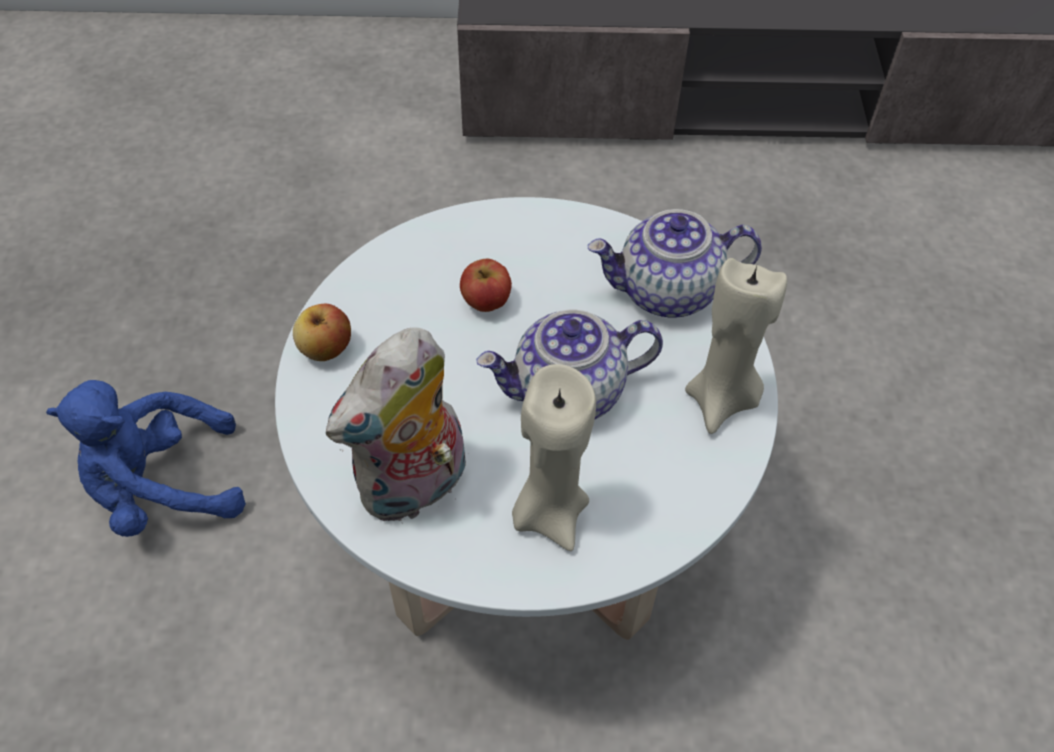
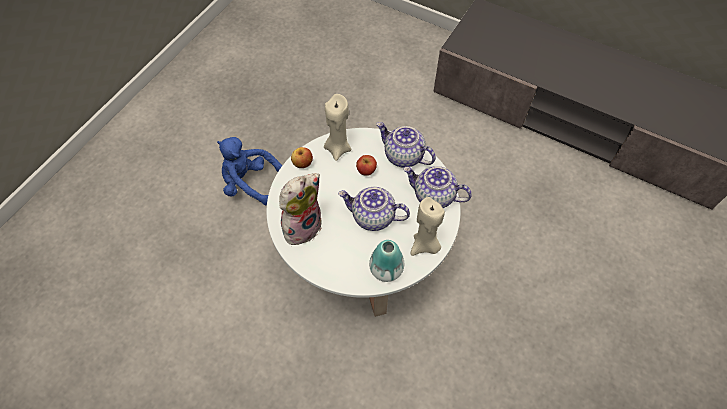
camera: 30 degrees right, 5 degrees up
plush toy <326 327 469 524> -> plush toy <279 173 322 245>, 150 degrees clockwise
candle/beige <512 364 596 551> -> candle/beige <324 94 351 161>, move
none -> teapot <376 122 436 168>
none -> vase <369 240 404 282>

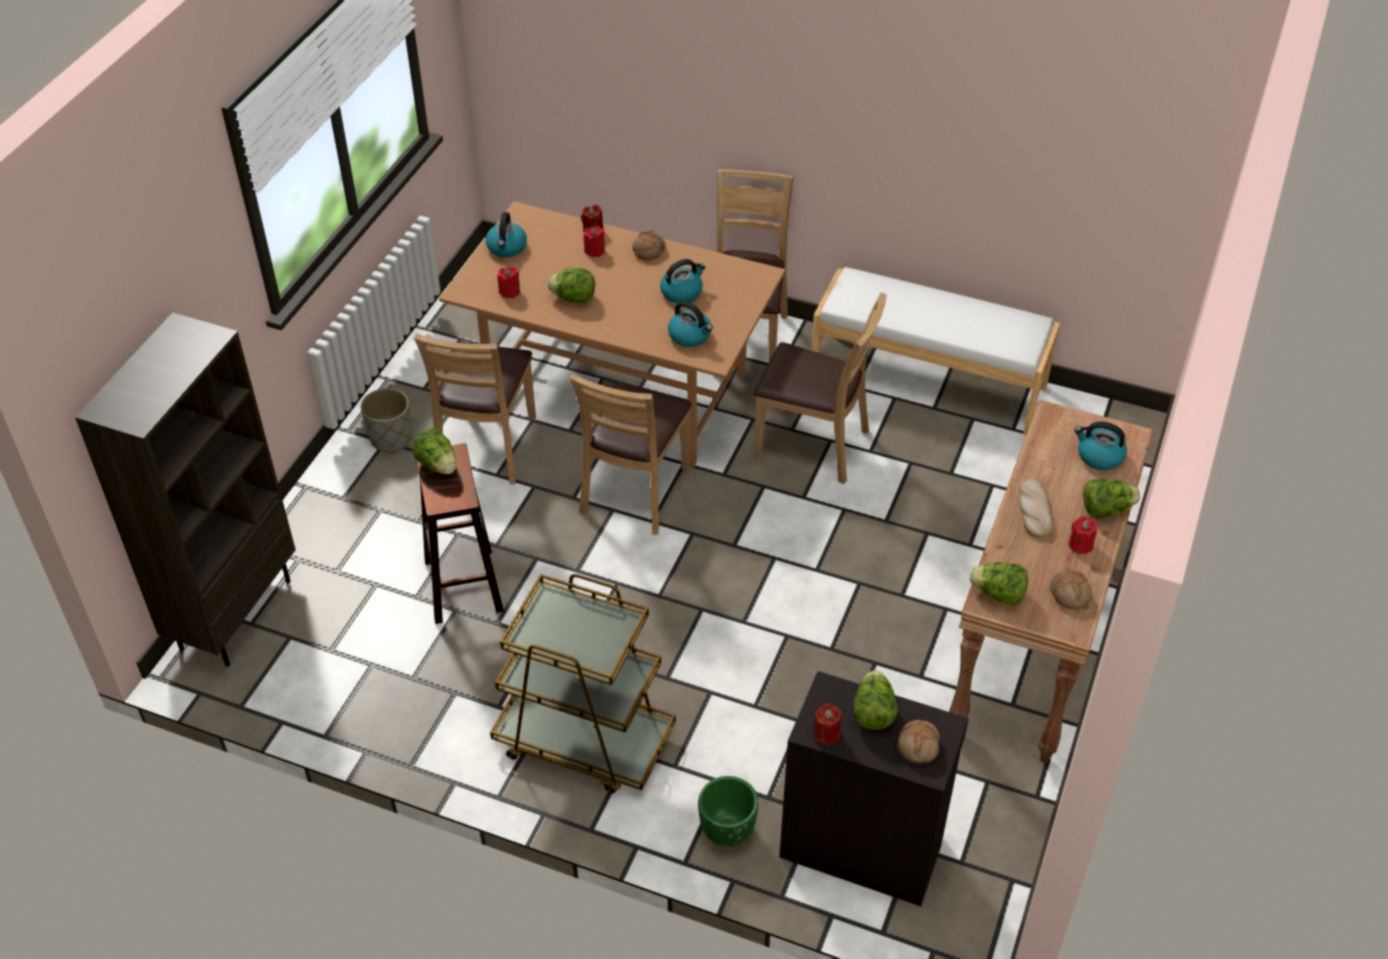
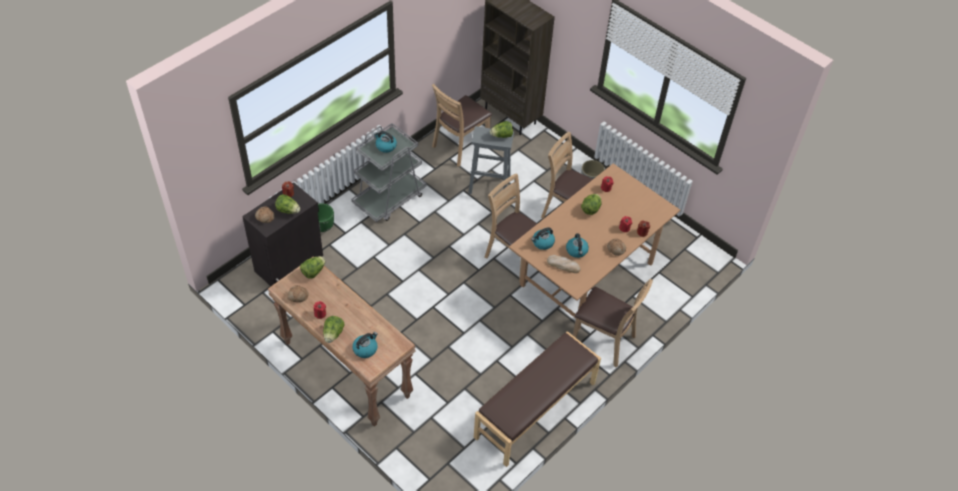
camera: 110 degrees right, 5 degrees up
kettle <486 212 527 257> -> kettle <374 131 397 153>, move
bench/white <811 267 1060 435> -> bench/brown <474 331 601 467>
chair/brown <753 293 886 484> -> chair/brown <432 84 492 167>, move
stool/brown <417 443 504 624> -> stool/grey <468 126 514 194>
bread <1019 479 1053 538> -> bread <547 255 581 273>, move
cart/brown <490 574 676 793> -> cart/grey <351 123 427 222>

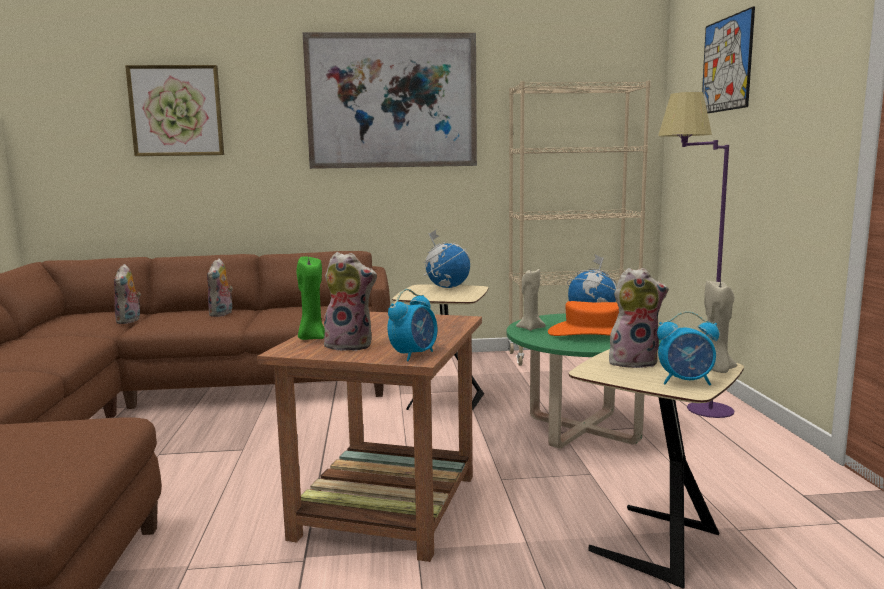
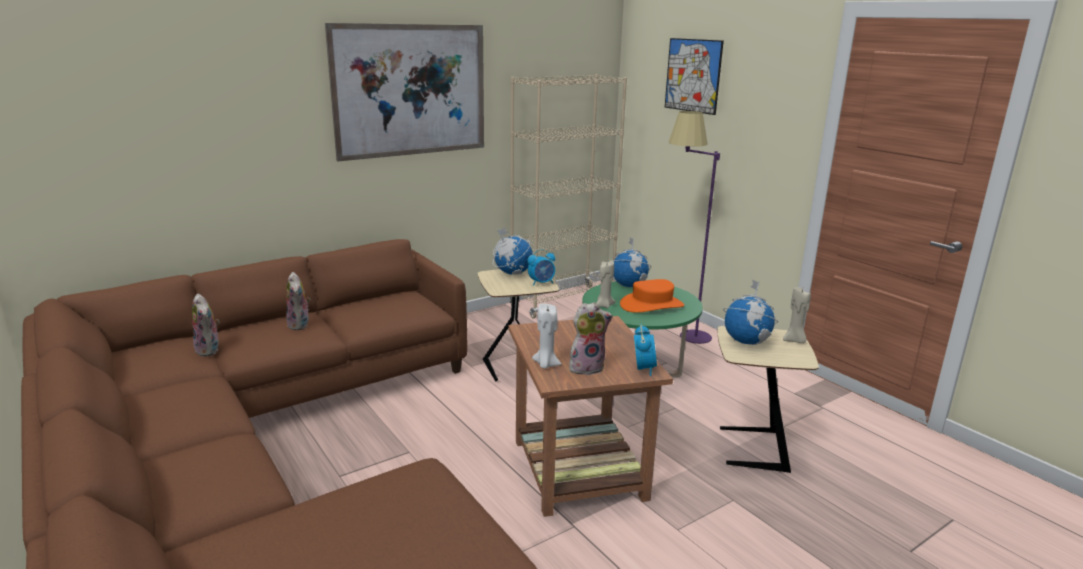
camera: 30 degrees left, 10 degrees up
picture <125 65 224 156> -> none
candle/green <297 256 325 340> -> candle/white <532 303 561 369>
plush toy <609 268 669 368> -> globe <723 280 778 345>
alarm clock <657 311 719 386> -> alarm clock <528 249 555 286>, move

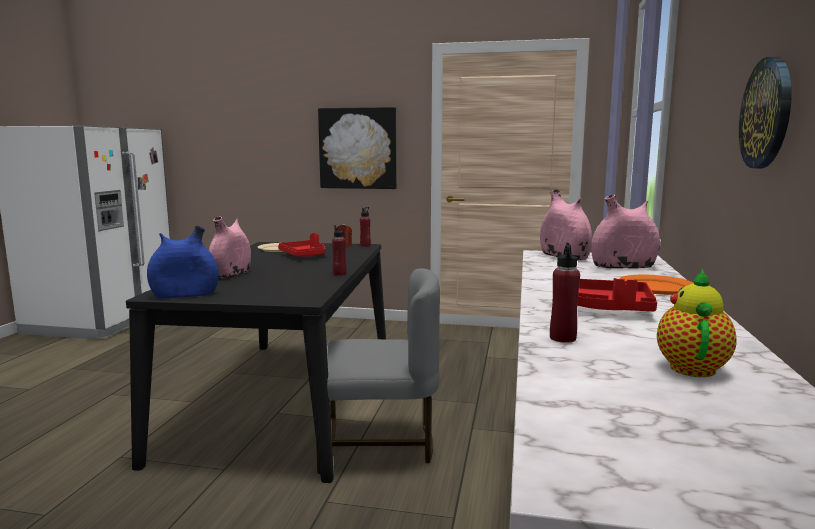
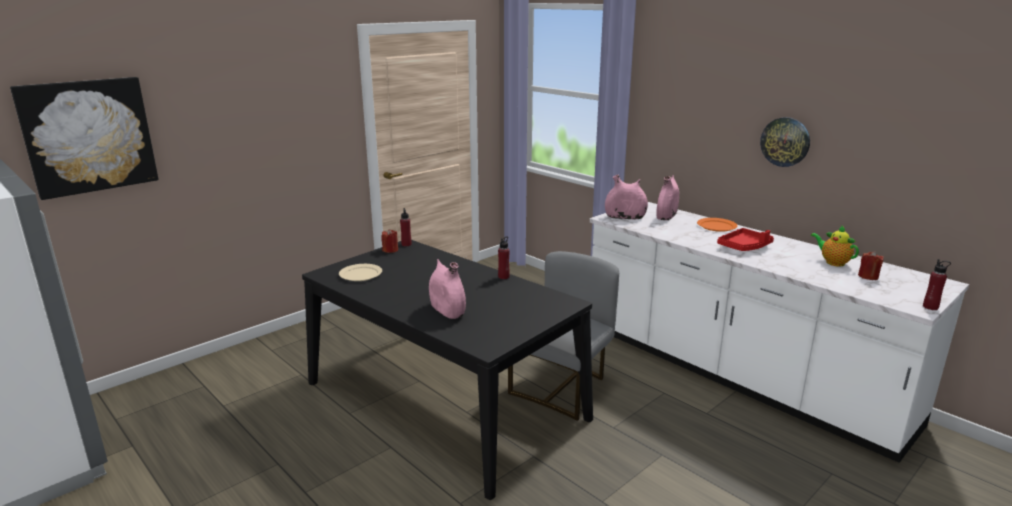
camera: 55 degrees left, 10 degrees up
picture <318 107 397 189> -> picture <10 77 159 200>, move
vase/blue <147 226 219 298> -> none
tray/red <278 233 325 257> -> none
bottle/red <550 243 580 343> -> bottle/red <923 259 951 310>, move
none -> candle/red <858 251 884 280>

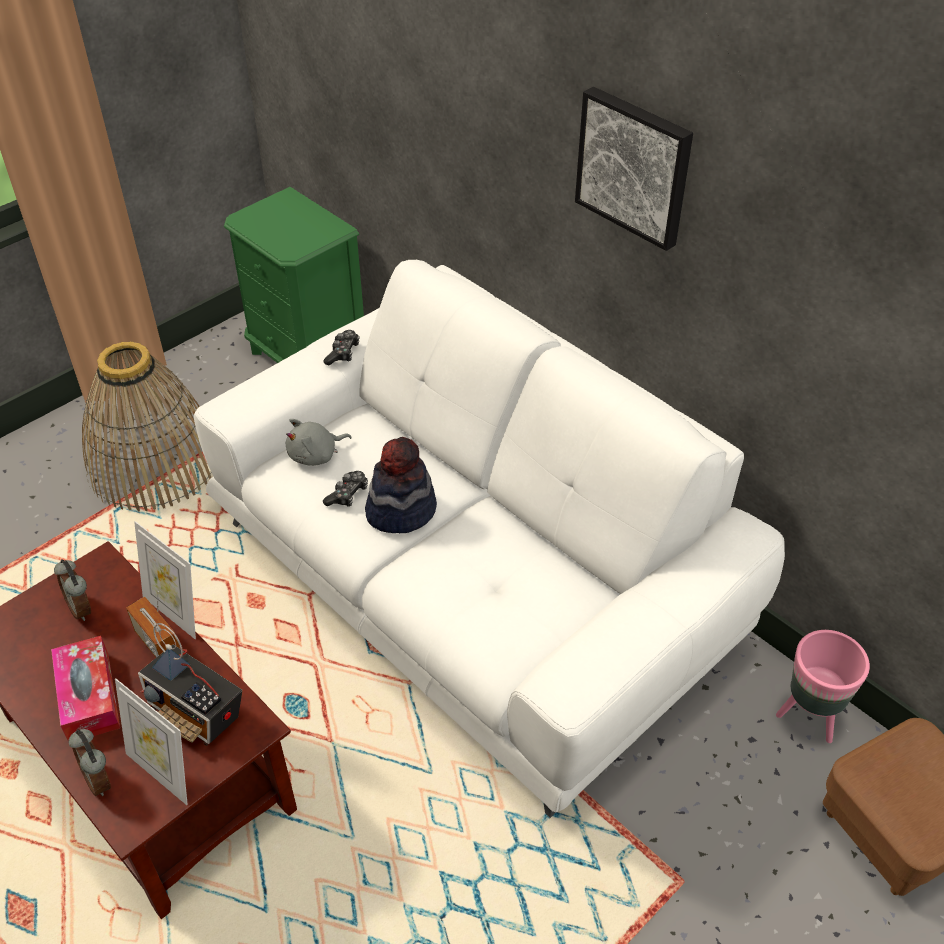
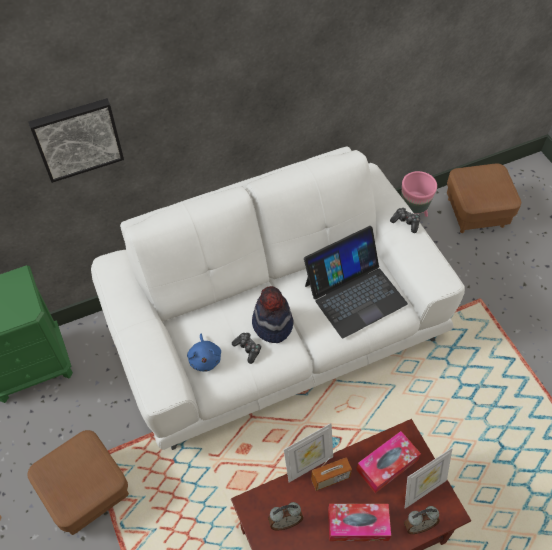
camera: 70 degrees left, 10 degrees up
picture <575 87 693 251> -> picture <28 98 124 183>, move
game controller <323 330 359 365> -> game controller <390 208 420 233>, move
basket <82 342 212 511> -> ottoman/brown <28 430 129 535>
plush toy/grey <286 419 352 466> -> plush toy/blue <187 334 221 372>
radio <138 623 242 746> -> tissue box <356 431 421 493>
none -> laptop <304 226 408 338>

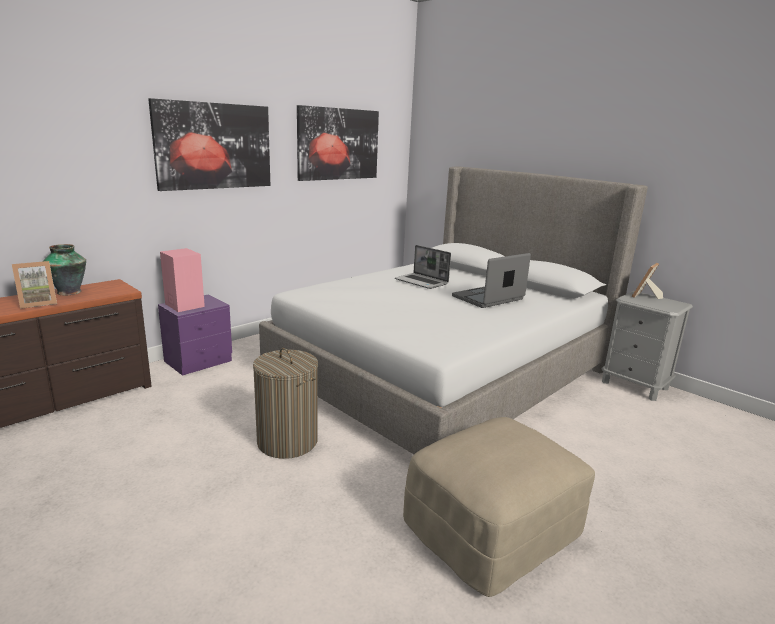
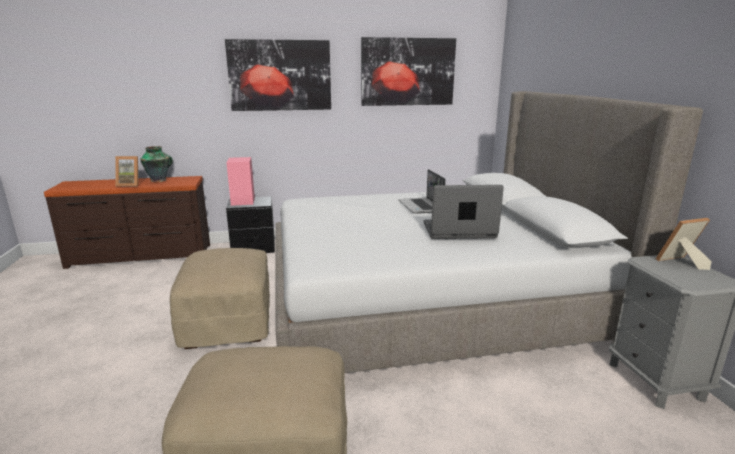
camera: 35 degrees right, 0 degrees up
nightstand/purple <158 295 232 376> -> nightstand/black <226 196 275 253>
laundry basket <253 348 318 459> -> ottoman/beige <170 248 270 349>

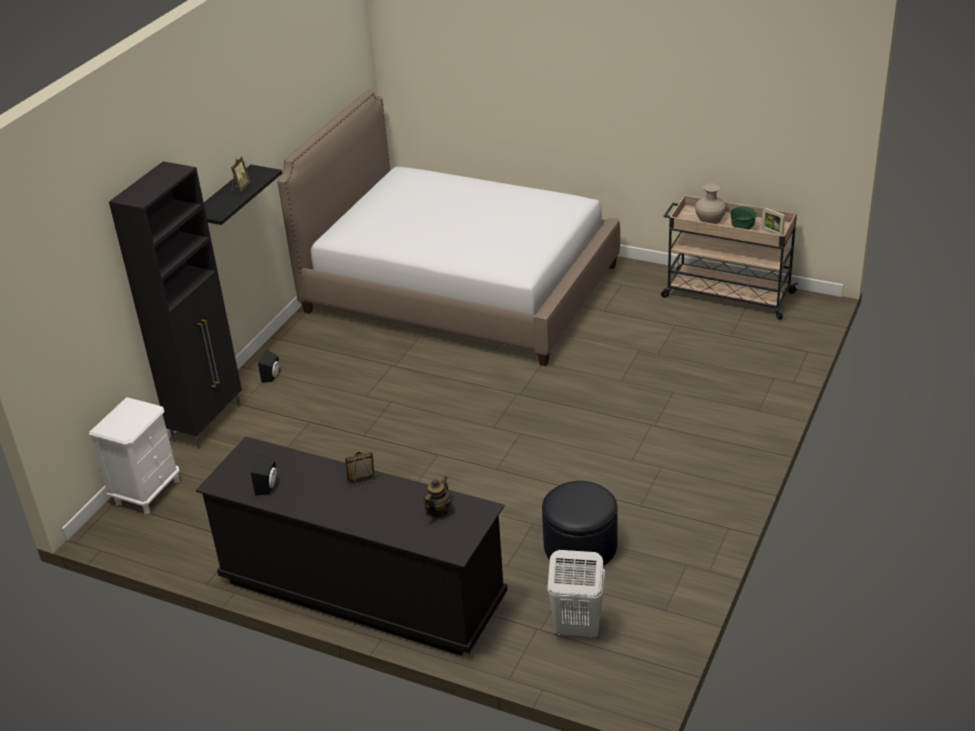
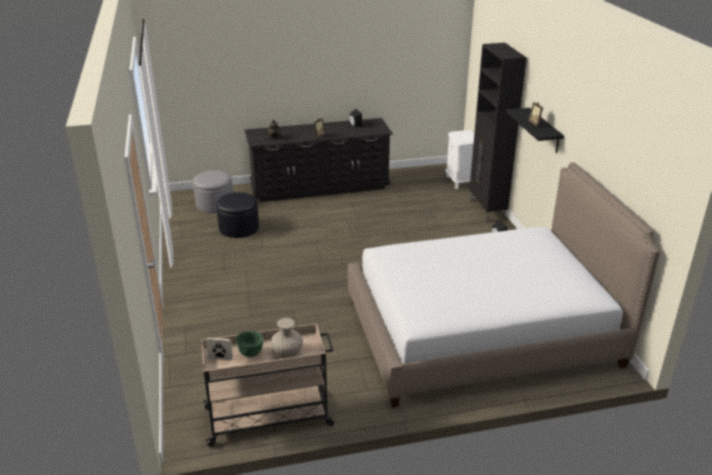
camera: 140 degrees right, 5 degrees down
laundry basket/white <547 550 605 638> -> ottoman/grey <193 170 233 213>

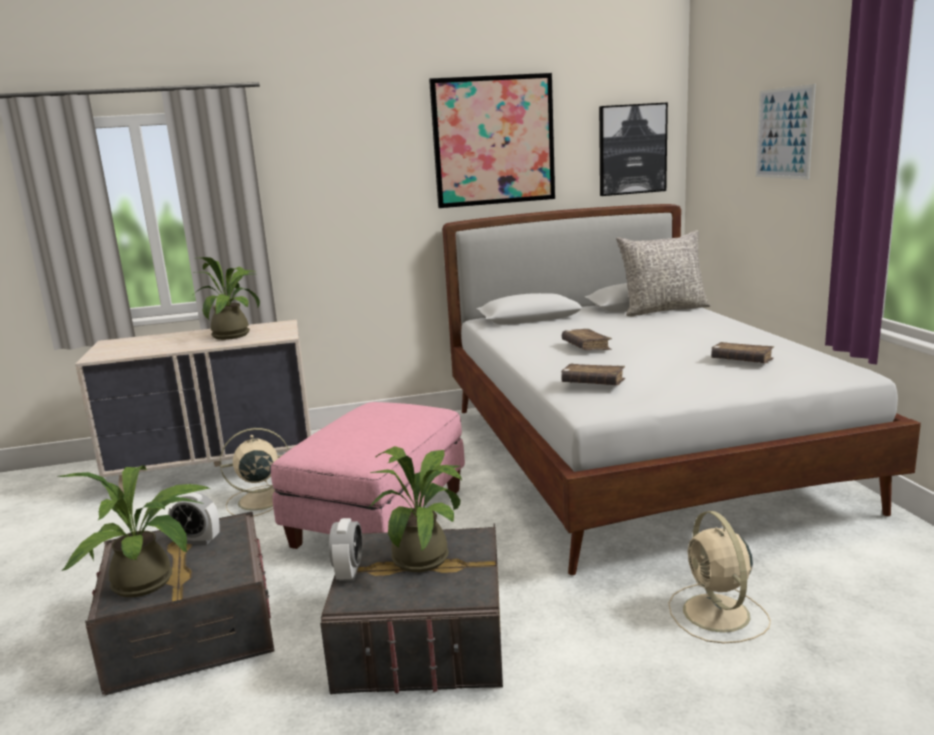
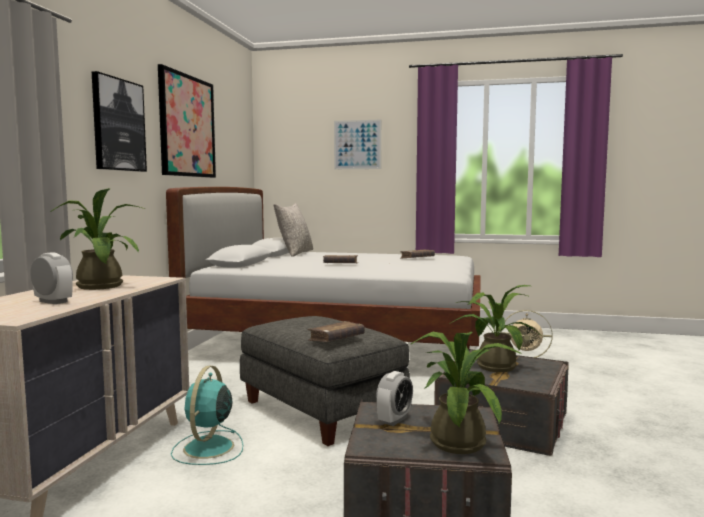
camera: 65 degrees left, 10 degrees down
picture <599 102 668 196> -> picture <92 71 147 172>, move
book/brown <561 364 625 385> -> book/brown <308 321 365 342>, move
ottoman/pink <271 402 465 549> -> ottoman/grey <240 316 410 446>
fan/beige <220 428 289 517> -> fan/turquoise <171 366 243 465>
alarm clock <329 518 362 581> -> alarm clock <30 253 73 304>, move

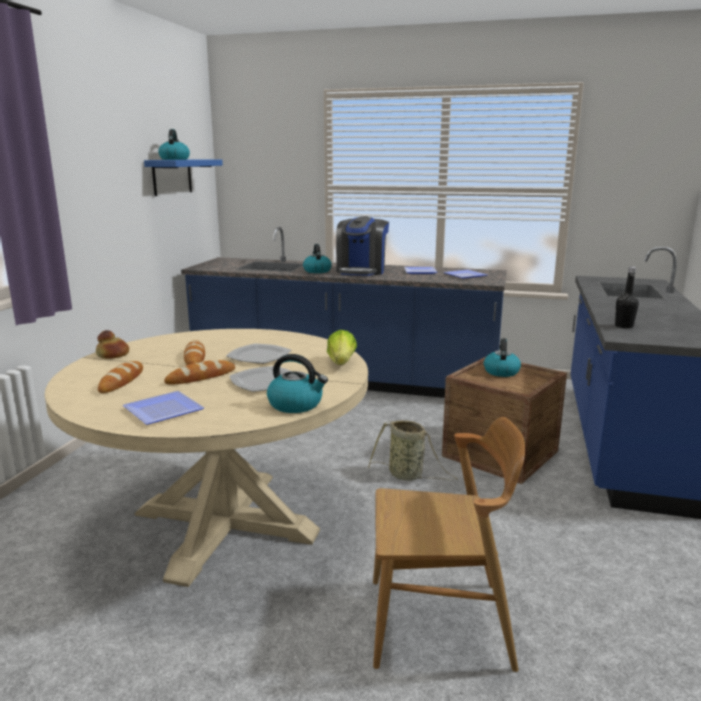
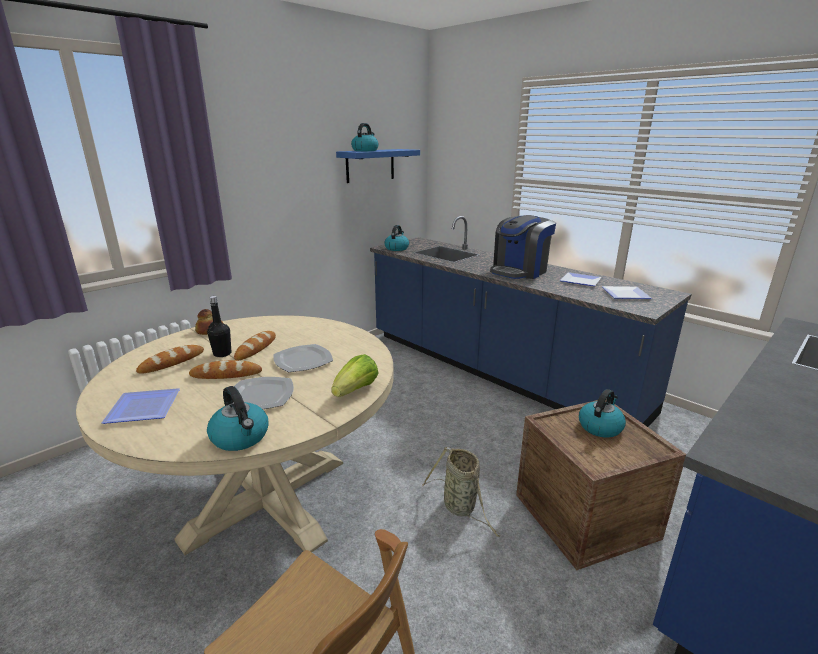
camera: 30 degrees right, 5 degrees up
kettle <303 244 332 273> -> kettle <385 225 409 251>, move
bottle/black <615 267 639 329> -> bottle/black <207 296 231 357>, move

